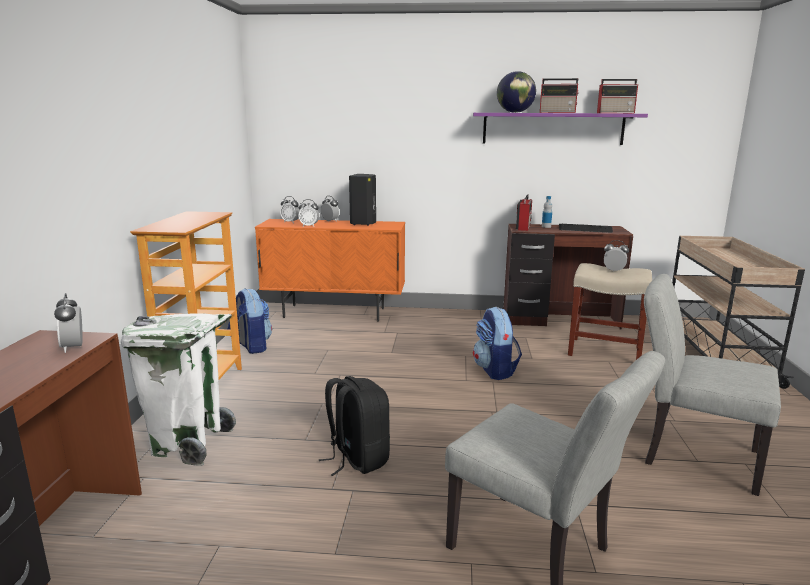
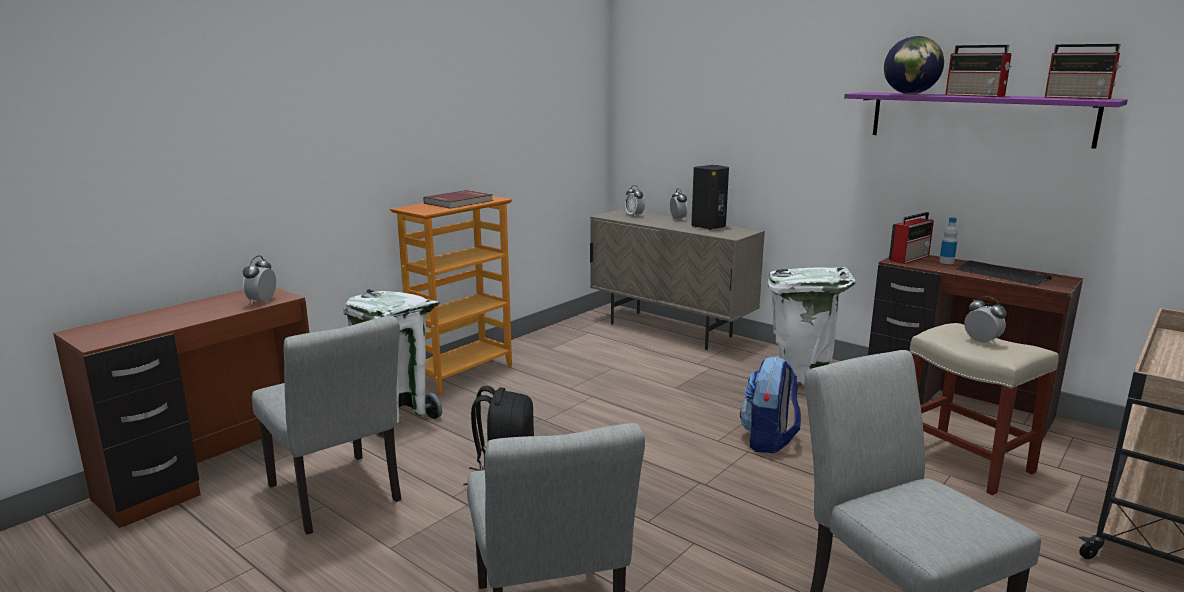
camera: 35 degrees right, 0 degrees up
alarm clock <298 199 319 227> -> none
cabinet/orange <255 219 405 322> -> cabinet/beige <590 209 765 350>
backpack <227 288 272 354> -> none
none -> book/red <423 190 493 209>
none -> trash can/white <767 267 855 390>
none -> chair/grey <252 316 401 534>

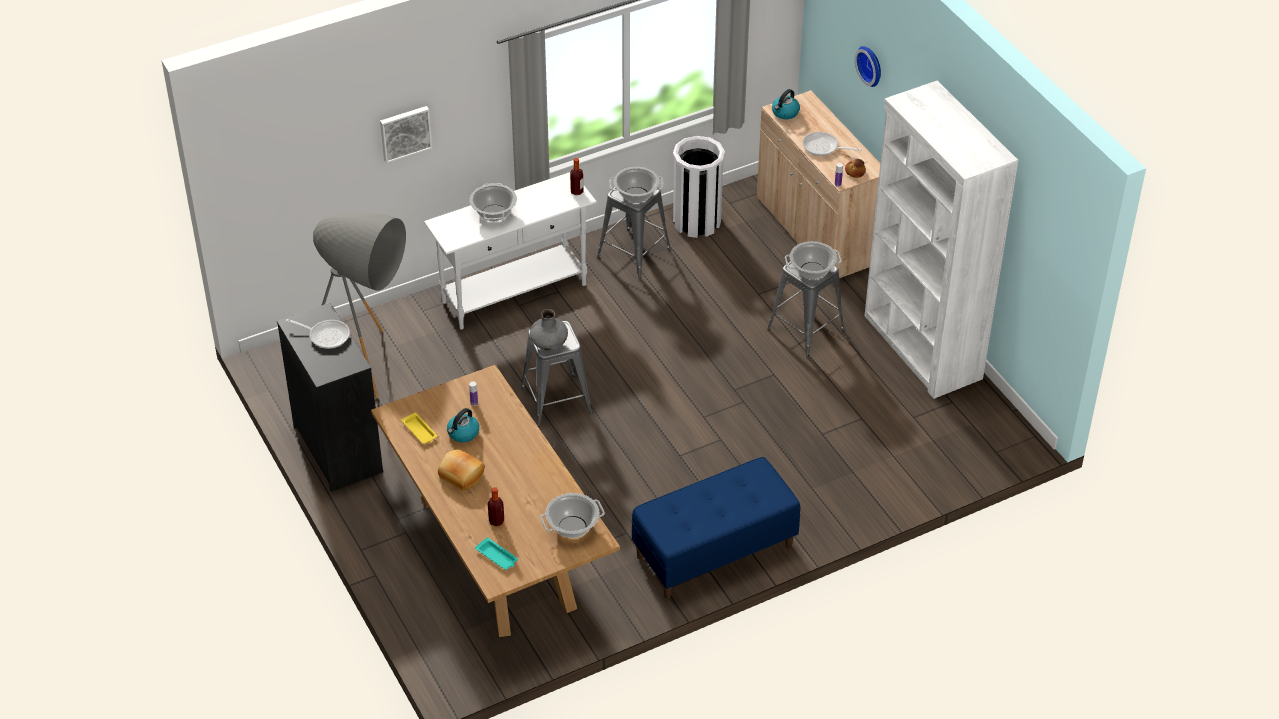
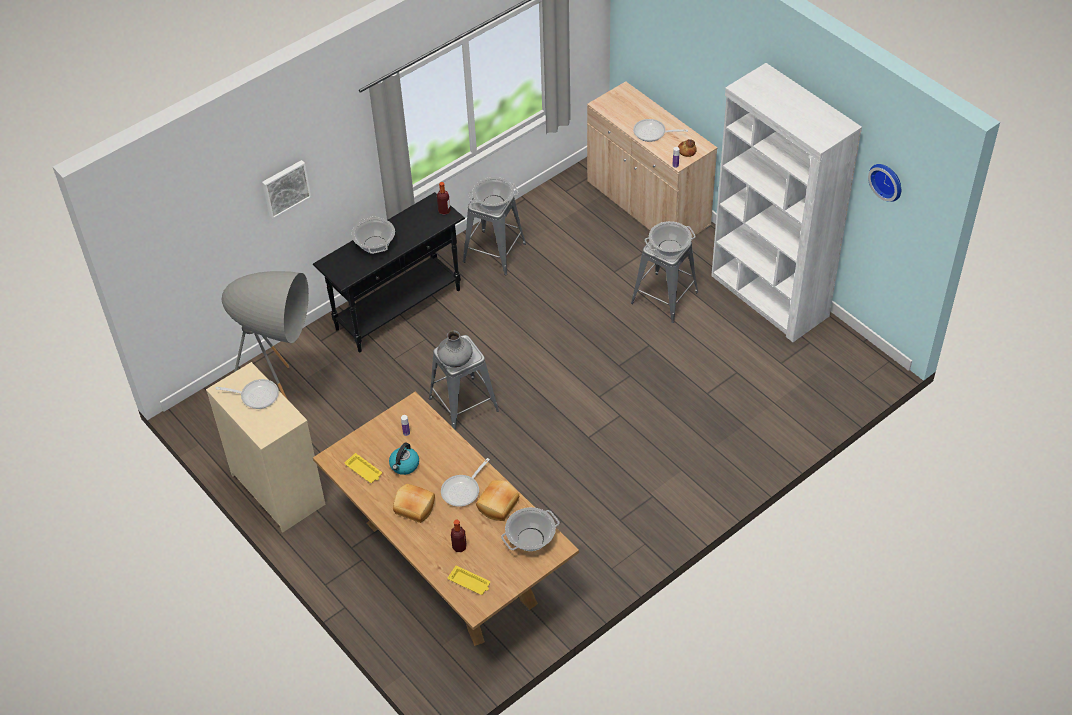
camera: 10 degrees left, 5 degrees up
wall clock <855 46 881 87> -> wall clock <868 164 901 202>, move
kettle <772 89 800 119> -> none
trash can/white <673 136 725 238> -> none
console table/white <424 172 597 329> -> console table/black <313 192 465 352>
dresser/black <277 303 383 492> -> dresser/beige <206 362 325 533>
bench/blue <632 457 800 599> -> none
tray/turquoise <475 537 518 570> -> tray/yellow <448 565 490 595>
none -> frying pan <441 458 490 507>
none -> bread <476 480 519 521>

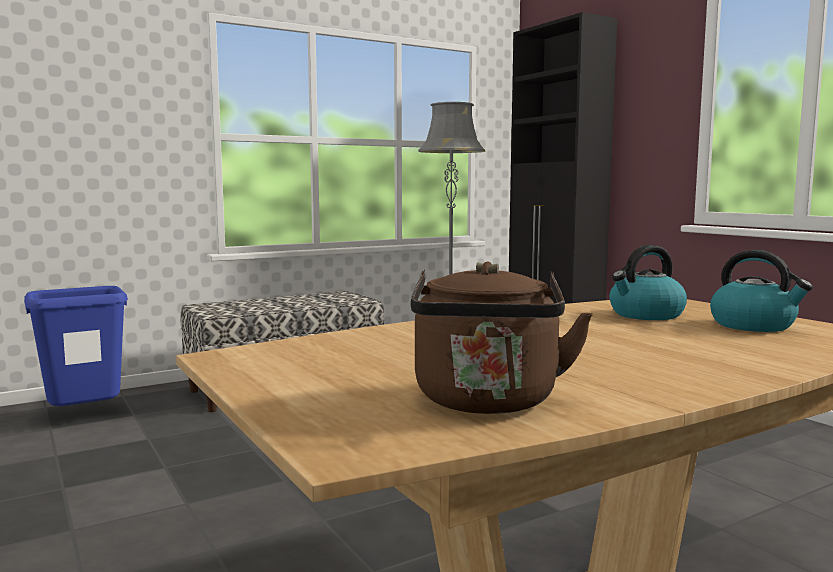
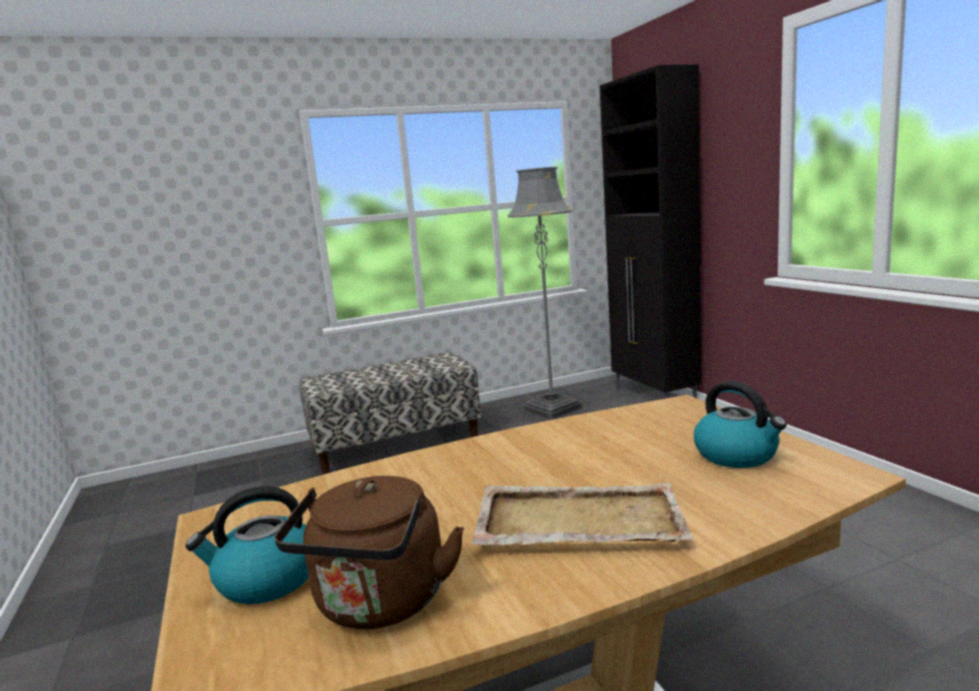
camera: 10 degrees right, 5 degrees up
kettle <609 245 687 320> -> kettle <185 486 309 604>, move
trash can/blue <24 286 128 406> -> none
none -> tray/beige <471 482 693 545>

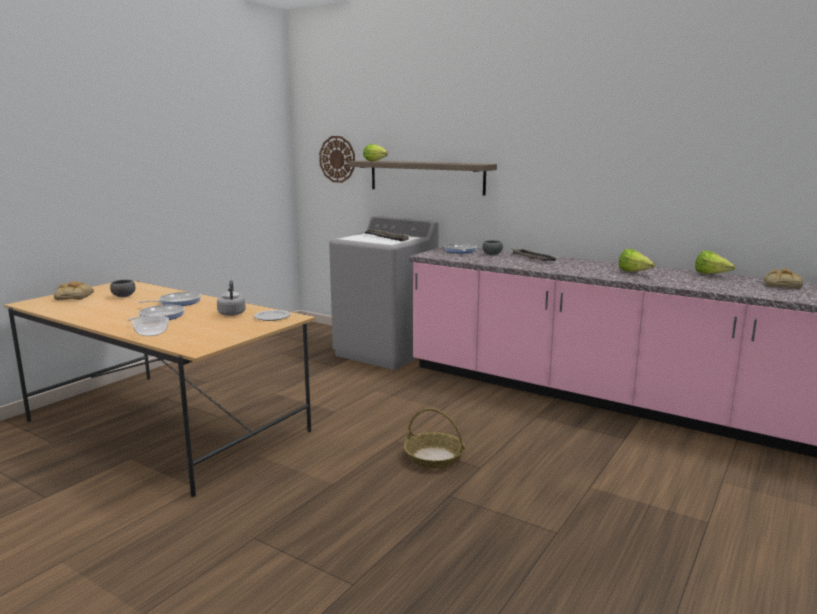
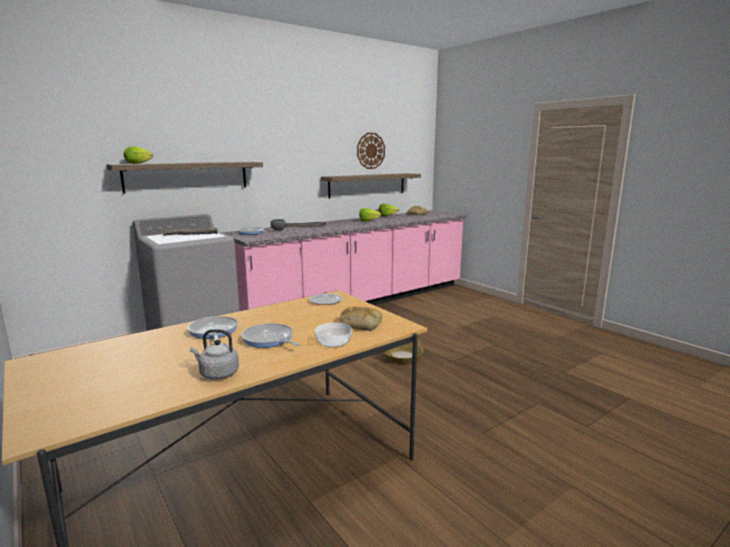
camera: 70 degrees left, 0 degrees up
wall clock <319 136 355 183> -> wall clock <357 133 385 169>, move
bowl/grey <110 280 135 297> -> none
kettle/grey <217 280 246 316> -> kettle/grey <190 329 239 380>, move
bread <54 281 94 300> -> bread <338 307 382 331>, move
none -> shelf <321 173 421 199>

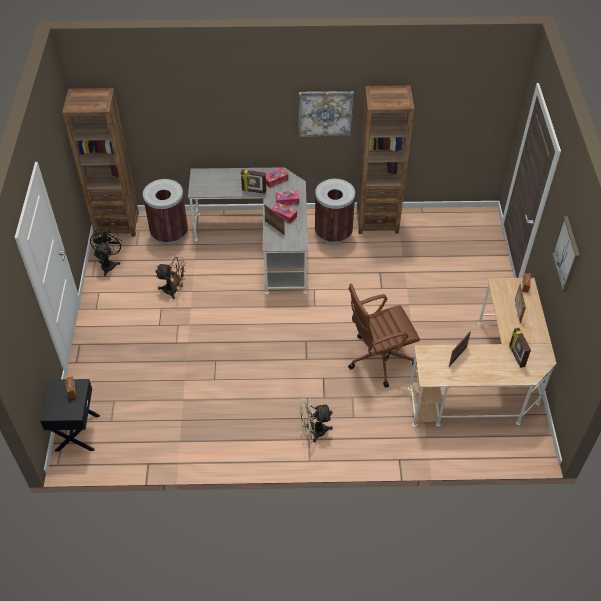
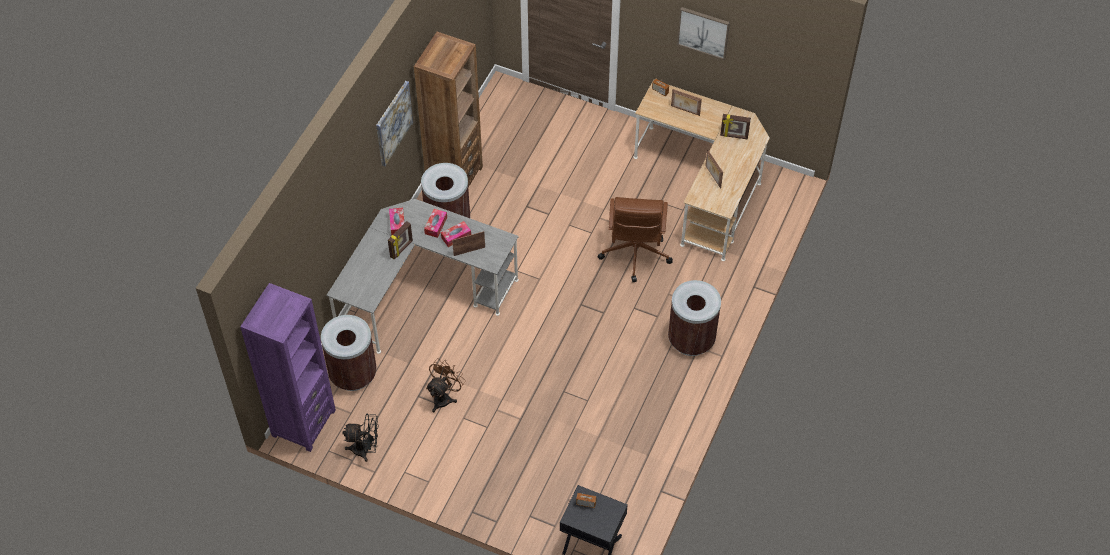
camera: 65 degrees left, 5 degrees up
bookcase/brown <62 88 139 237> -> bookcase/purple <240 283 336 452>
fan/black <90 228 122 276> -> fan/black <343 414 378 462>, 150 degrees clockwise
fan/beige <299 398 333 443> -> trash can/brown <668 280 721 356>

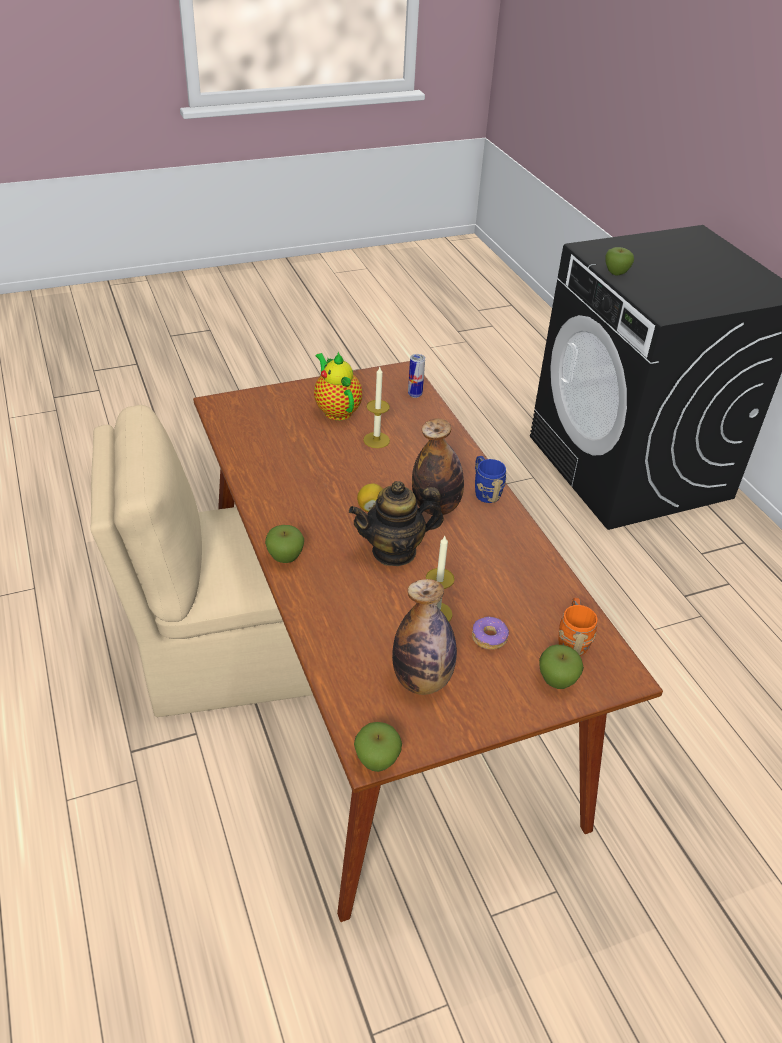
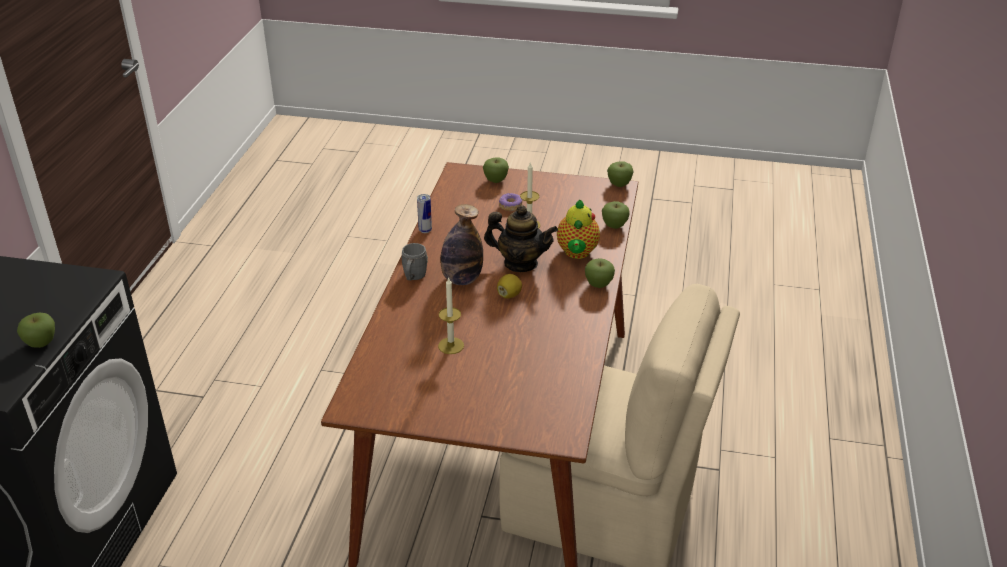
camera: 145 degrees left, 5 degrees down
teapot <314 352 362 420> -> teapot <557 200 600 259>, move
can <408 354 425 398> -> can <417 194 432 233>, move
mug/blue <475 456 507 503> -> mug/grey <402 243 428 280>
bottle <392 579 457 695> -> none
mug/orange <559 598 598 656> -> none
none -> apple <602 201 630 229>

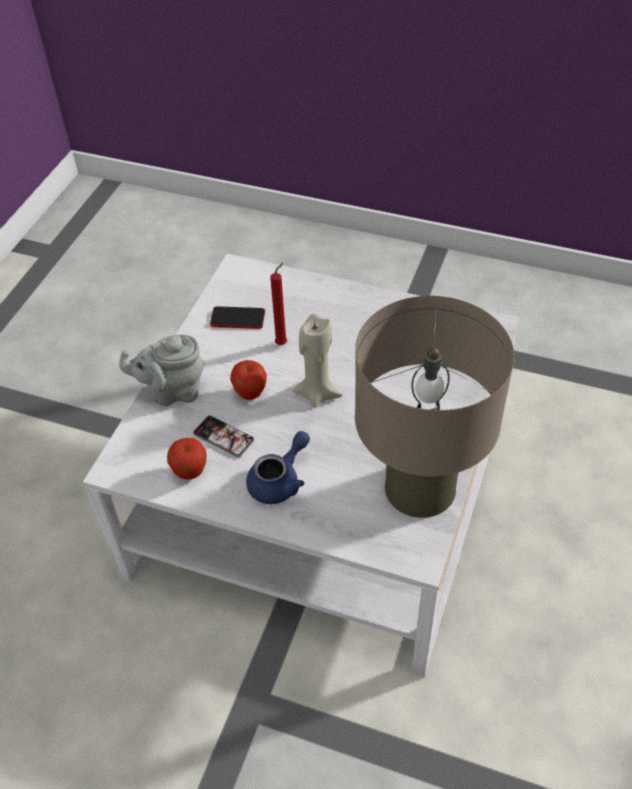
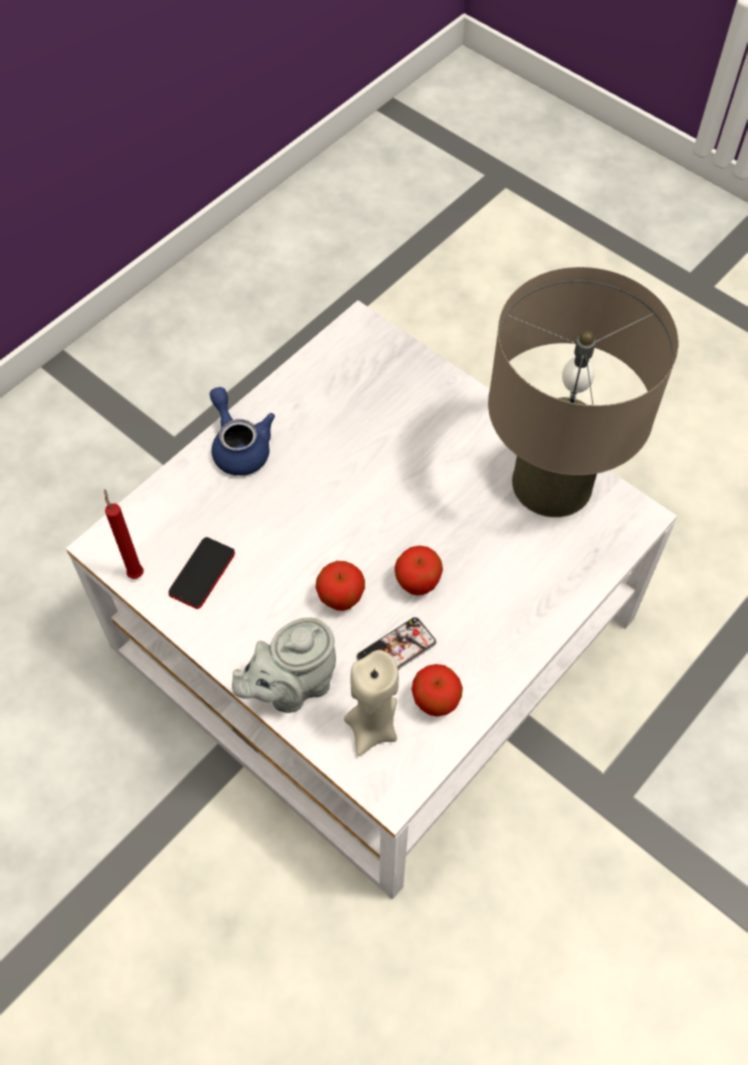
camera: 70 degrees left, 10 degrees up
candle/red <270 262 287 345> -> candle/red <104 489 144 579>, move
candle/beige <293 314 343 407> -> candle/beige <344 650 399 756>, move
teapot/grey <119 334 205 406> -> teapot/grey <232 617 336 713>, 45 degrees clockwise
teapot/blue <246 431 310 504> -> teapot/blue <210 387 275 476>, move
none -> apple <394 546 443 596>

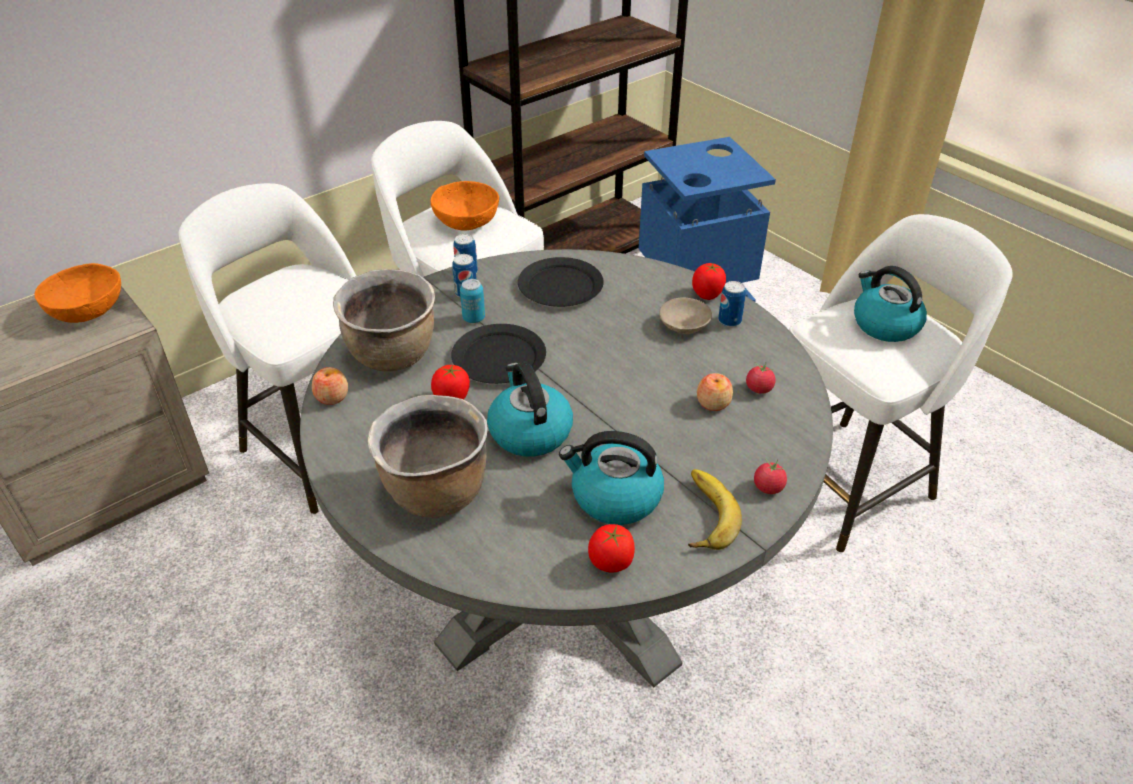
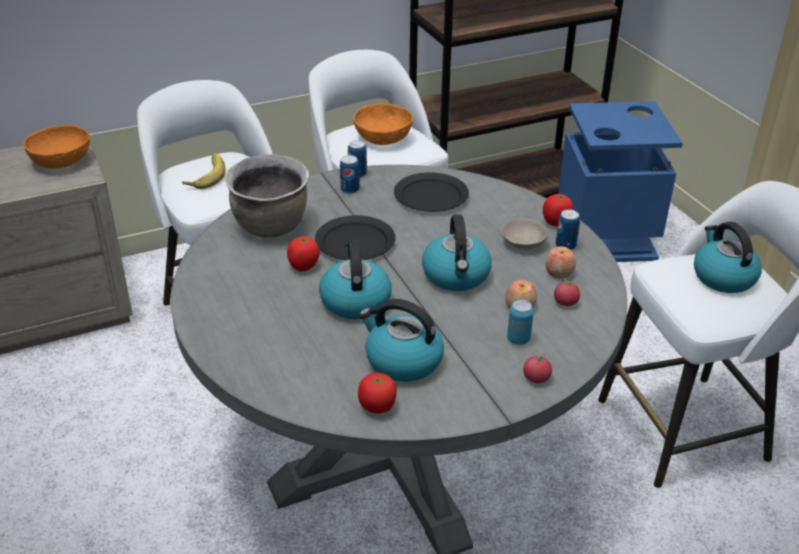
camera: 15 degrees right, 5 degrees down
can <460 279 485 323> -> can <507 300 534 345>, move
apple <312 367 348 405> -> apple <546 246 576 278>, move
cooking pot/brown <367 395 488 518> -> none
banana <688 469 742 550> -> banana <182 153 225 189>, move
none -> kettle <422 214 492 291>

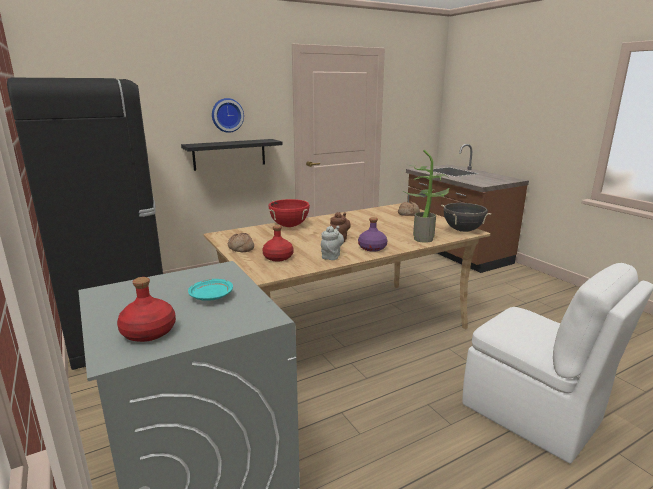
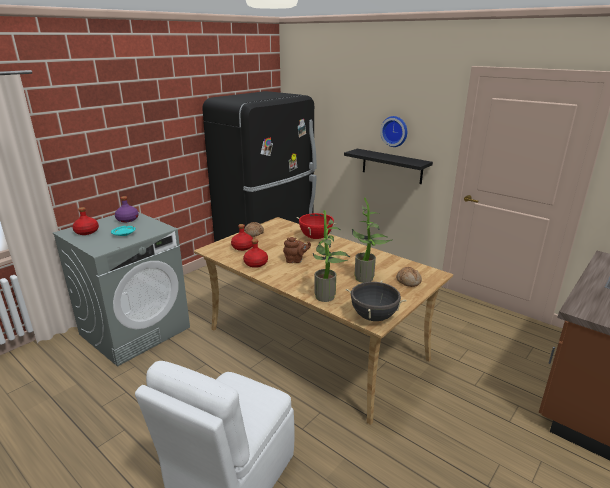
camera: 70 degrees right, 5 degrees up
bottle/purple <358 217 387 252> -> bottle/purple <115 196 139 222>, move
teapot/grey <321 226 344 260> -> bottle/red <243 239 268 268>
none -> potted plant <352 198 393 283>

